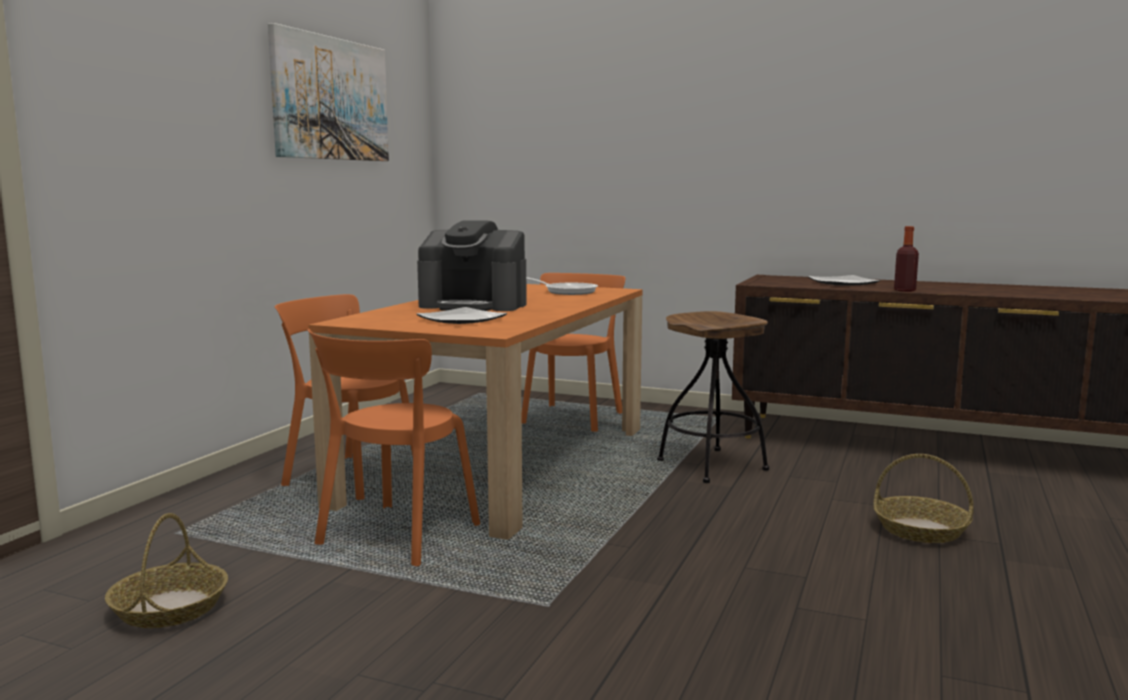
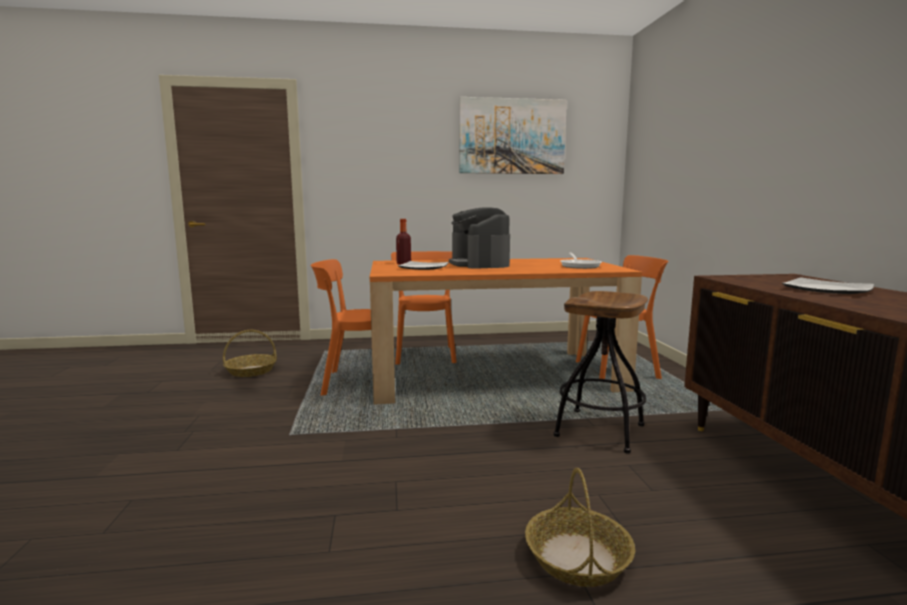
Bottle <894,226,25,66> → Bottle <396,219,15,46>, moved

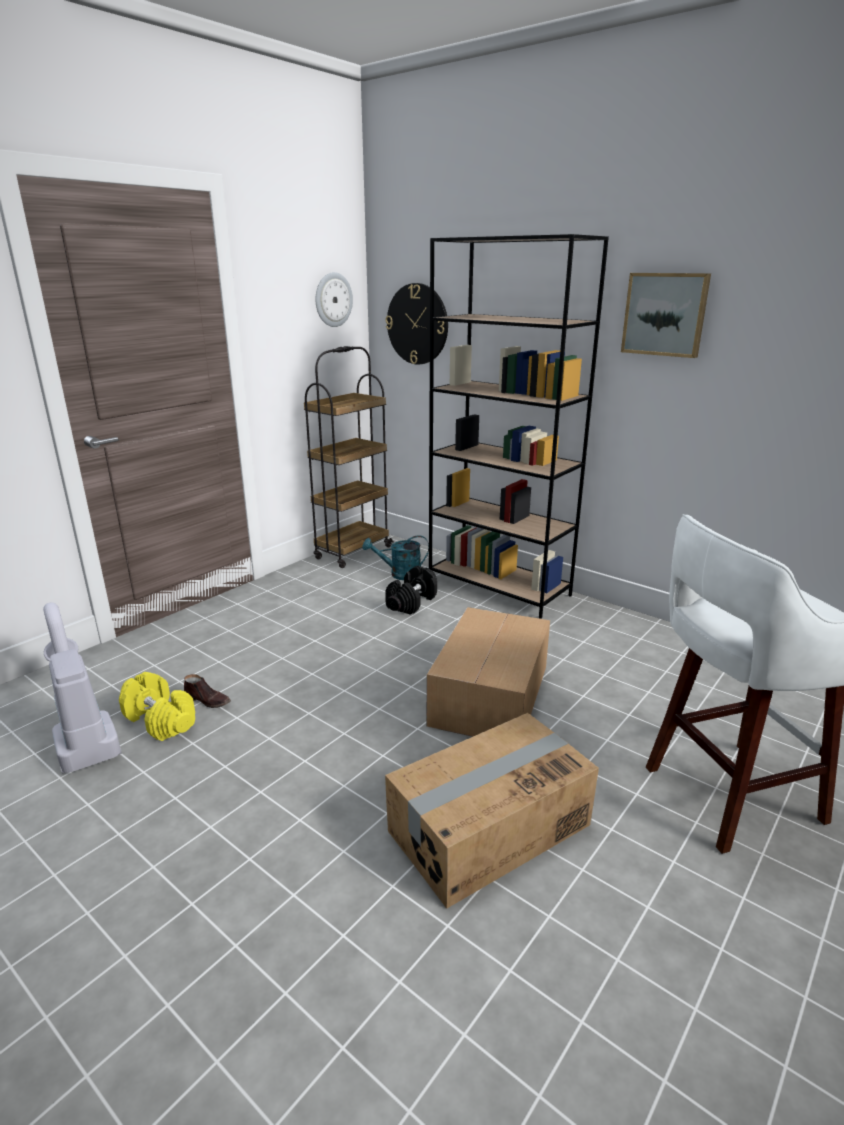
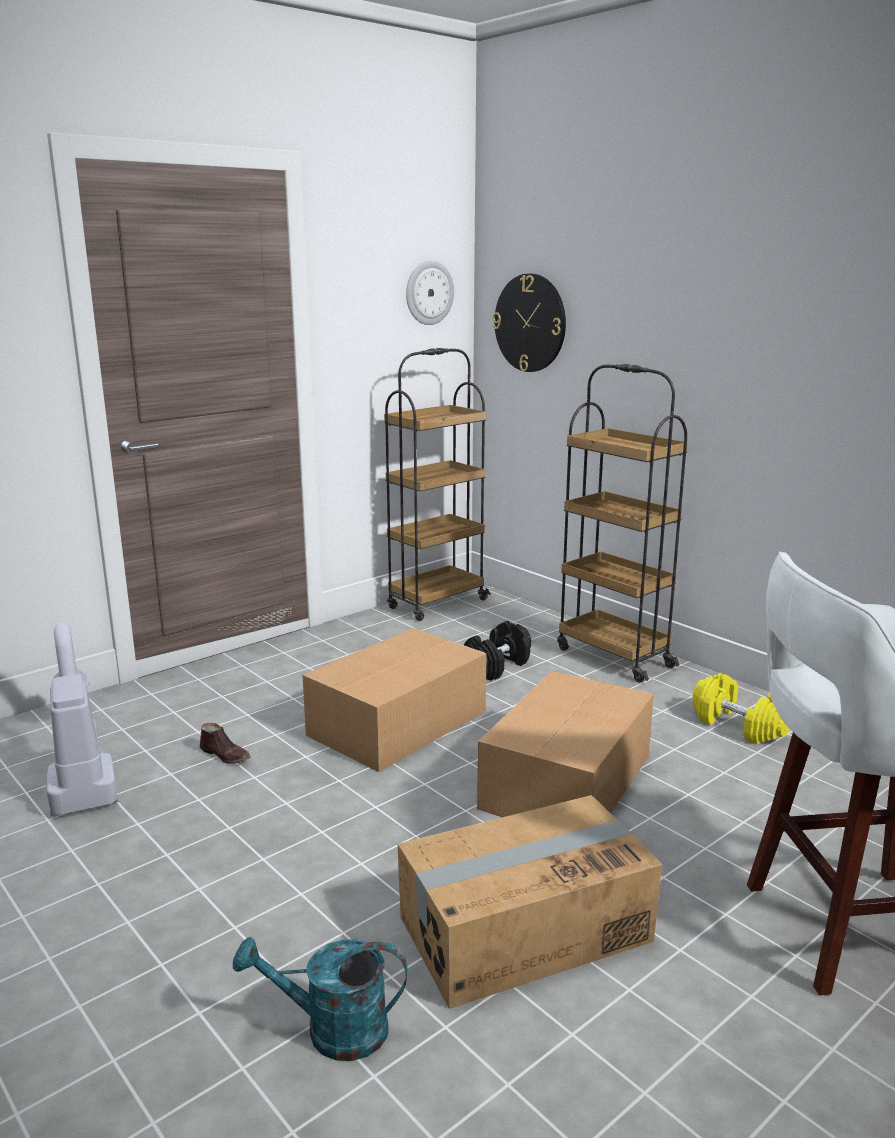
BeigeBookcase <429,234,180,385> → BrownCart <557,364,131,318>
Picture <621,273,90,85> → -
TurquoiseWateringCan <362,535,67,45> → TurquoiseWateringCan <233,937,174,124>, moved
YellowDumbbell <119,672,76,69> → YellowDumbbell <693,673,97,71>, moved
- → CardboardBox <303,628,184,144>

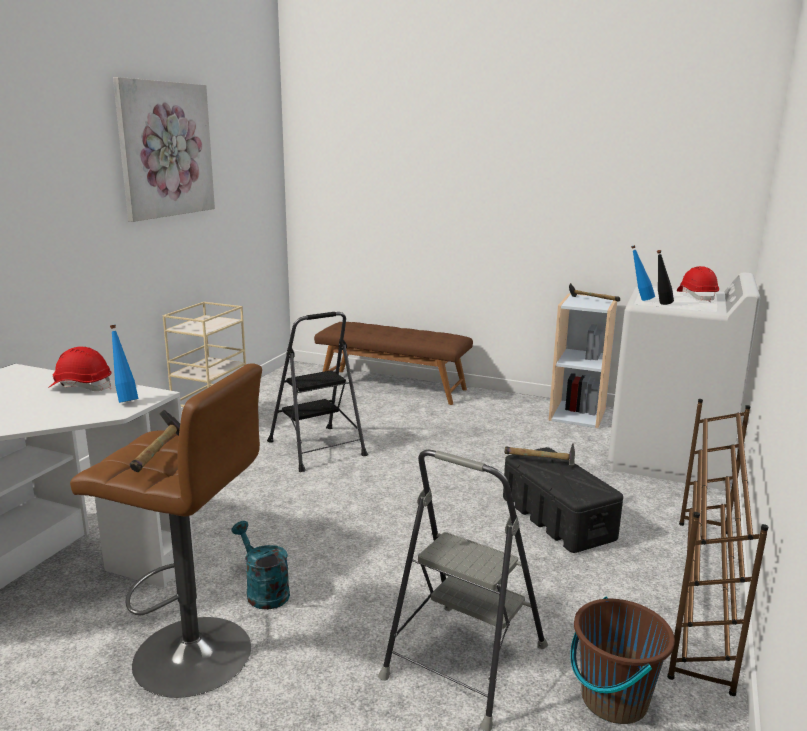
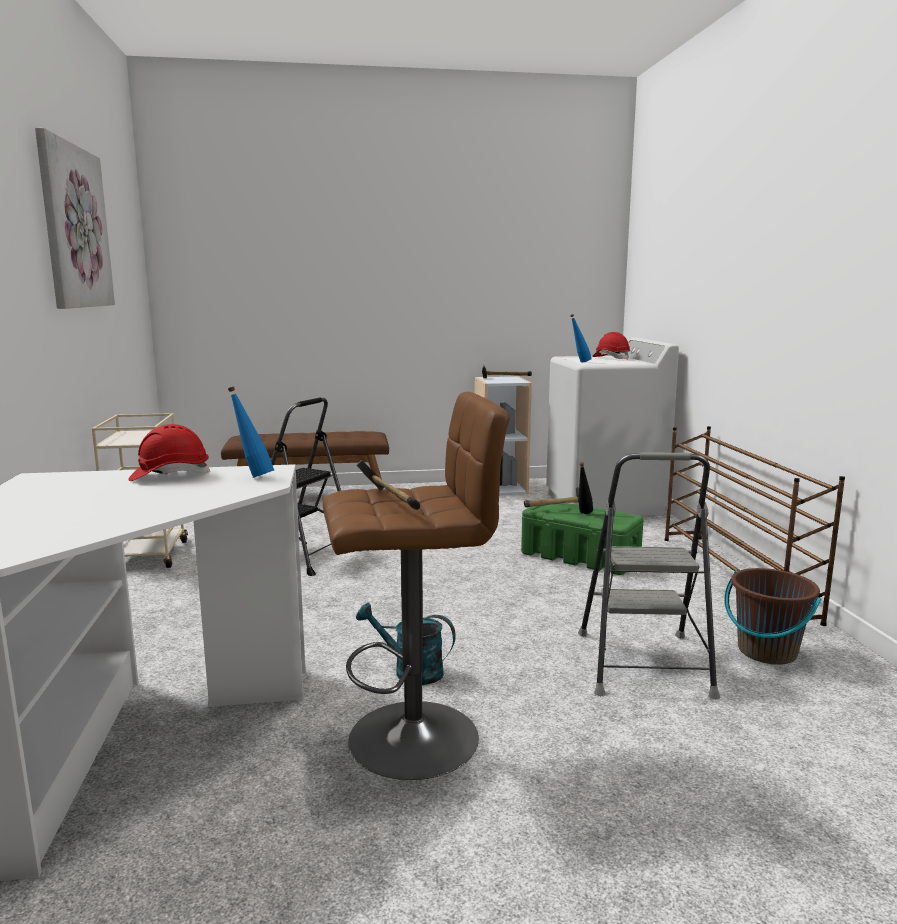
BlackBottle <657,250,17,55> → BlackBottle <578,462,15,52>, moved
BlackStorageBox <503,447,120,106> → GreenStorageBox <521,503,123,72>

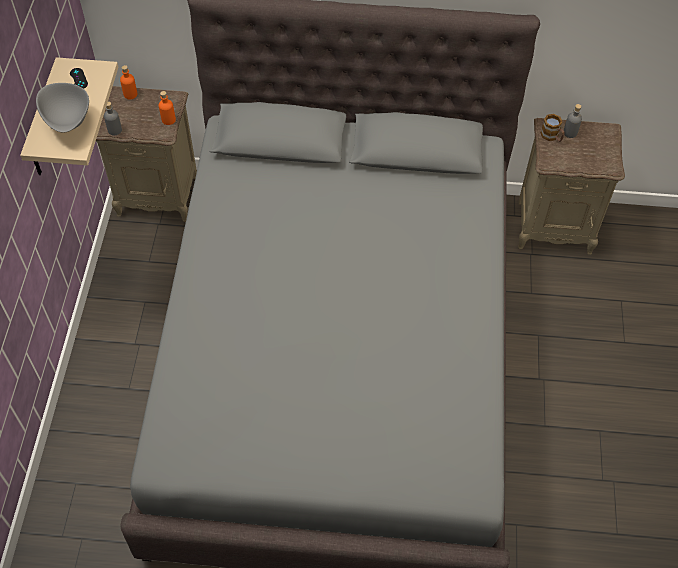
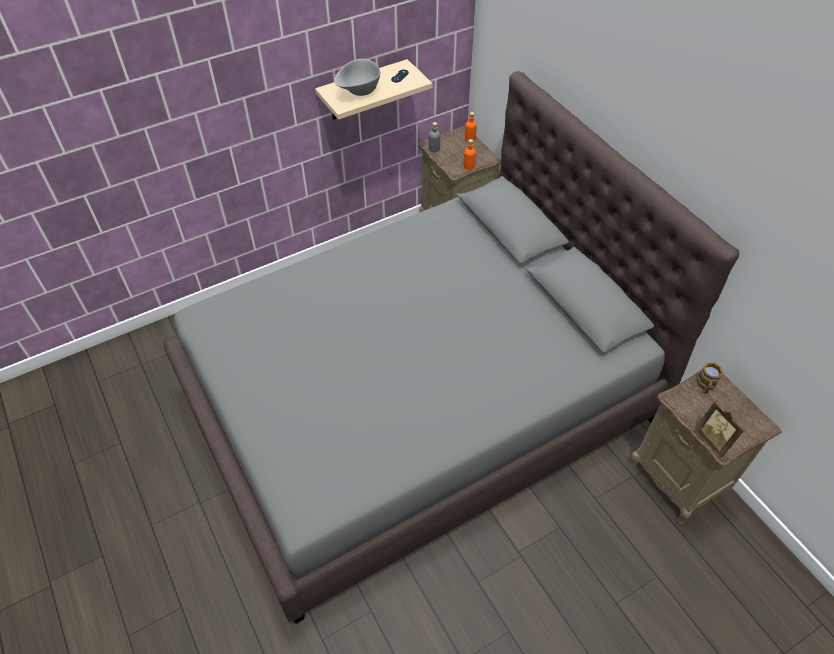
GreyBottle <564,104,18,34> → -
- → PictureFrame <695,401,49,56>

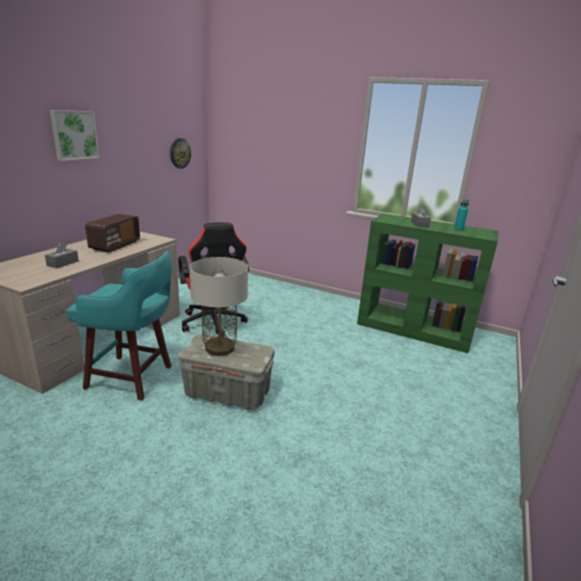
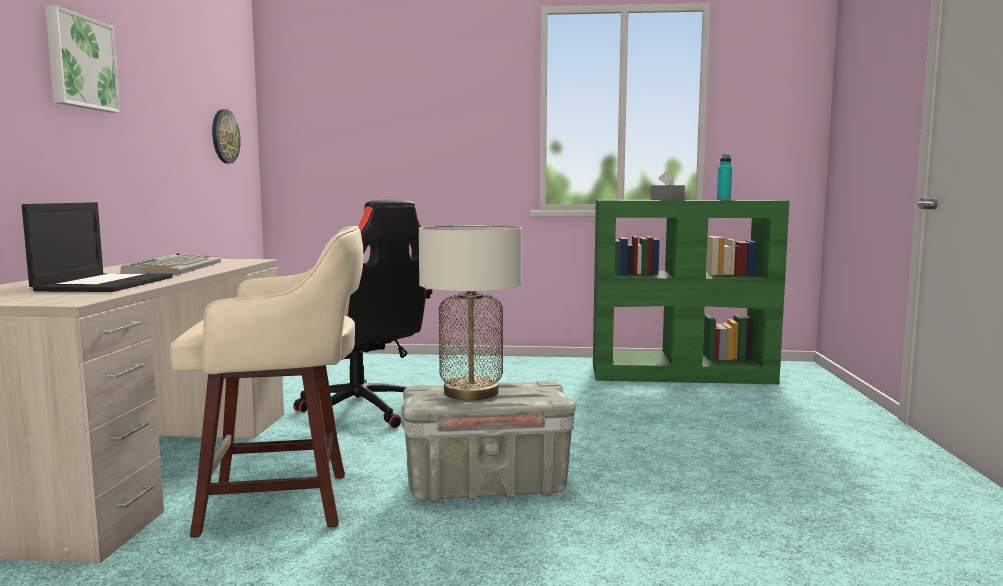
Radio <85,214,55,39> → Keyboard <121,253,100,22>
GreyTissueBox <45,242,34,27> → Laptop <22,202,151,90>
TurquoiseStool <66,251,106,149> → BeigeStool <170,226,193,312>

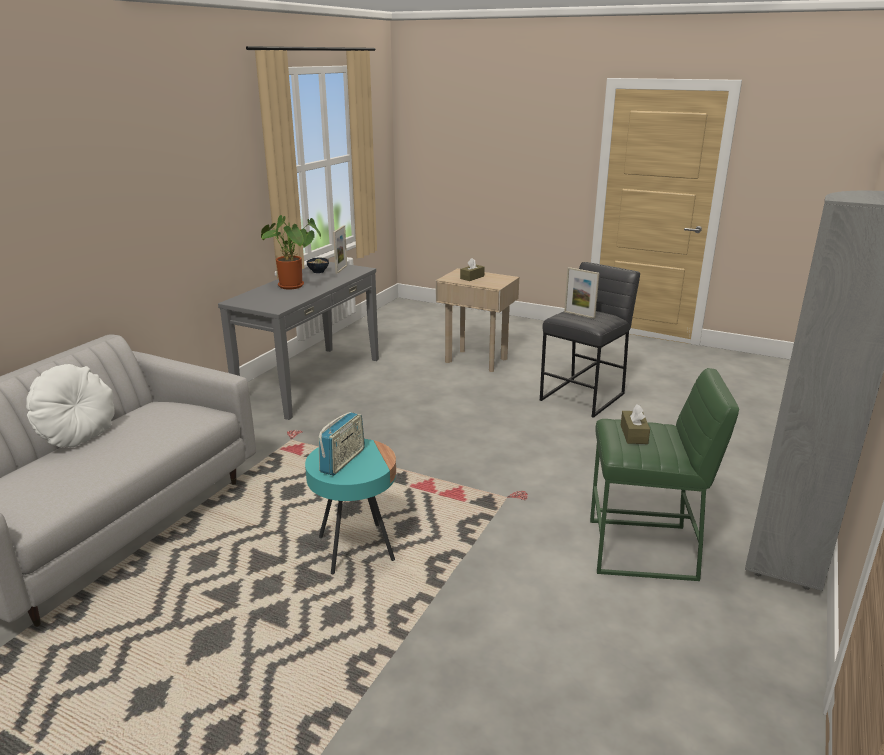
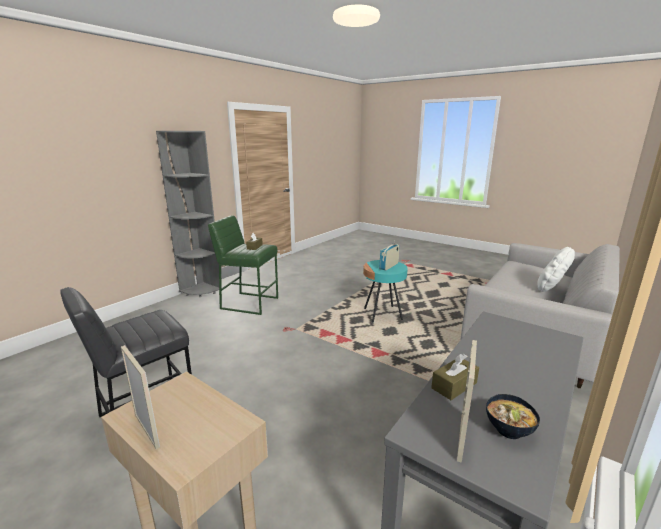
PottedPlant <261,215,60,74> → -
BrownTissueBox <460,258,25,23> → BrownTissueBox <431,354,48,46>, moved
PictureFrame <564,267,36,52> → PictureFrame <121,345,39,104>, moved

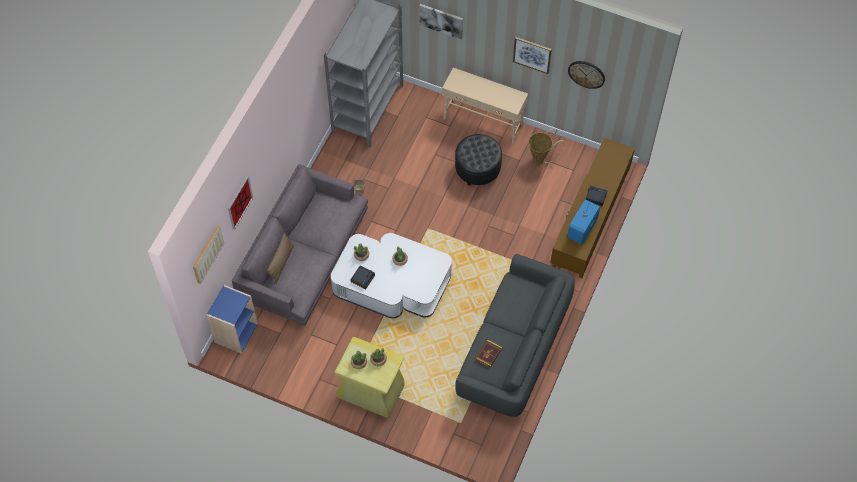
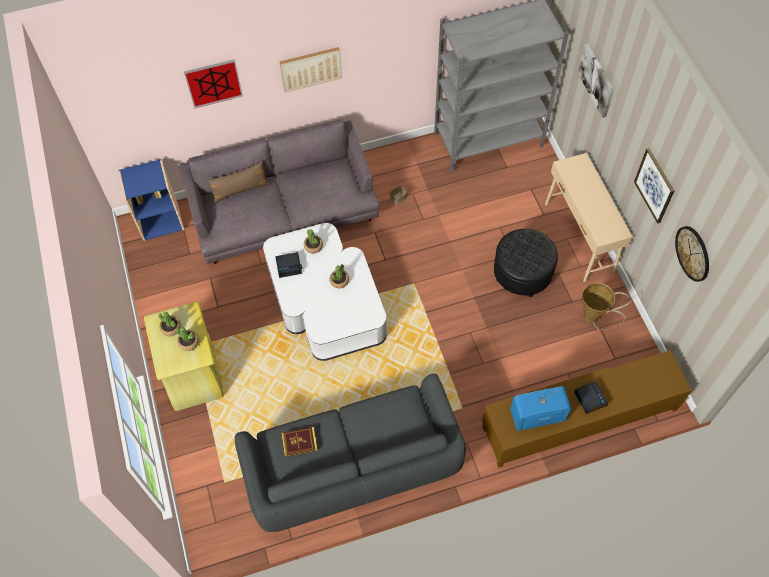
Picture <193,226,31,58> → Picture <280,47,62,46>, moved

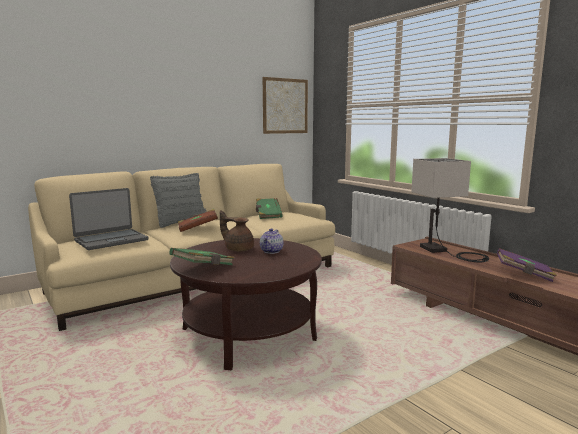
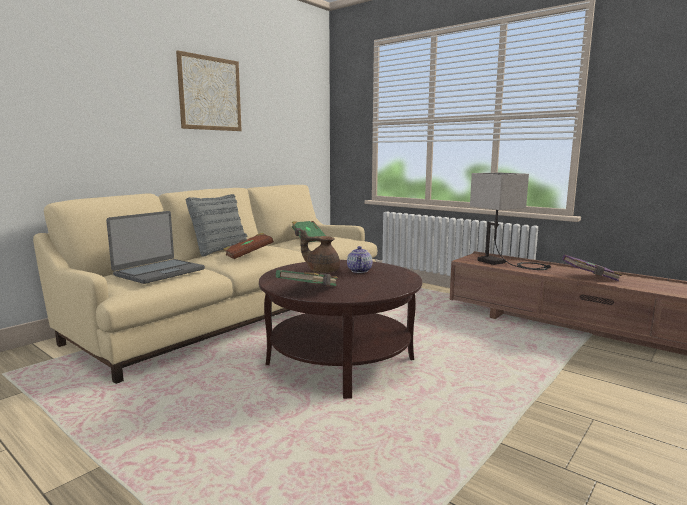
Picture <263,77,45,57> → Picture <176,50,66,81>, moved

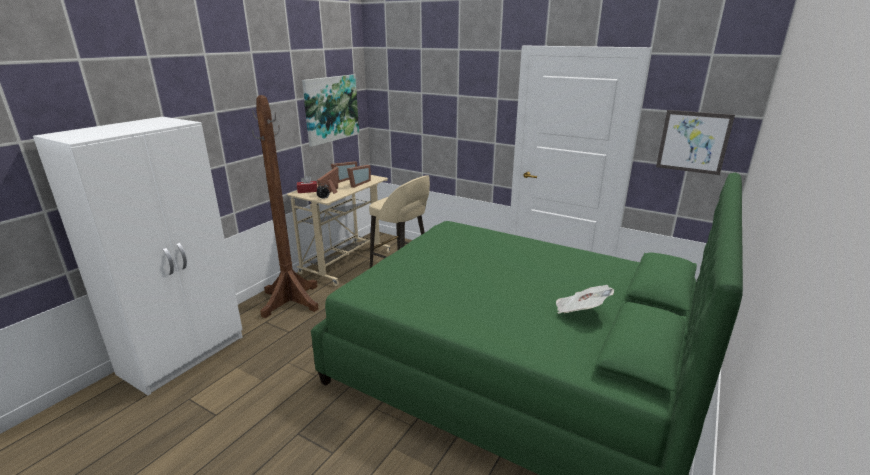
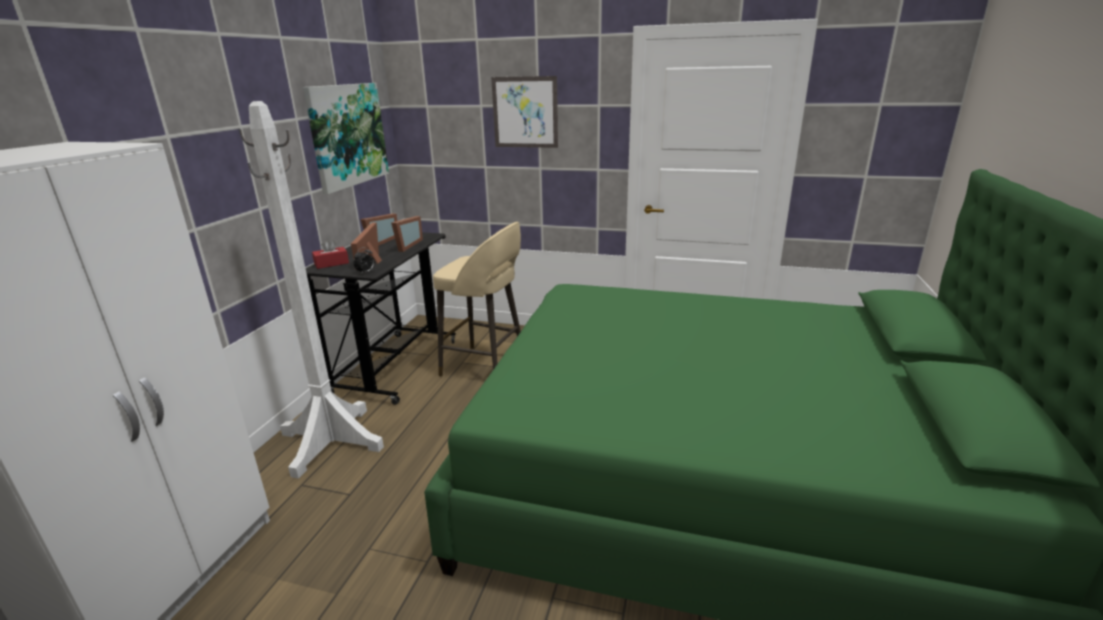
BrownClothesRack <252,95,67,223> → WhiteClothesRack <239,101,145,378>
Picture <656,110,79,65> → Picture <491,76,67,72>, moved
BeigeDesk <287,175,104,111> → BlackDesk <305,232,151,173>
Newspaper <556,285,58,29> → -

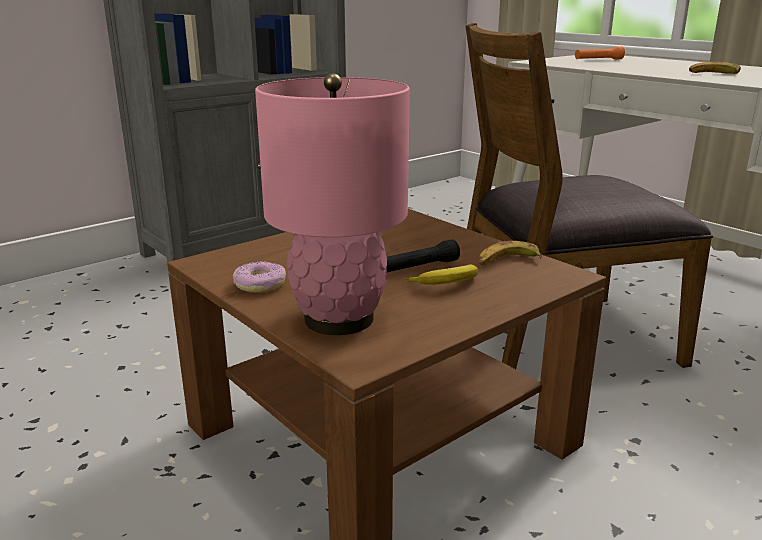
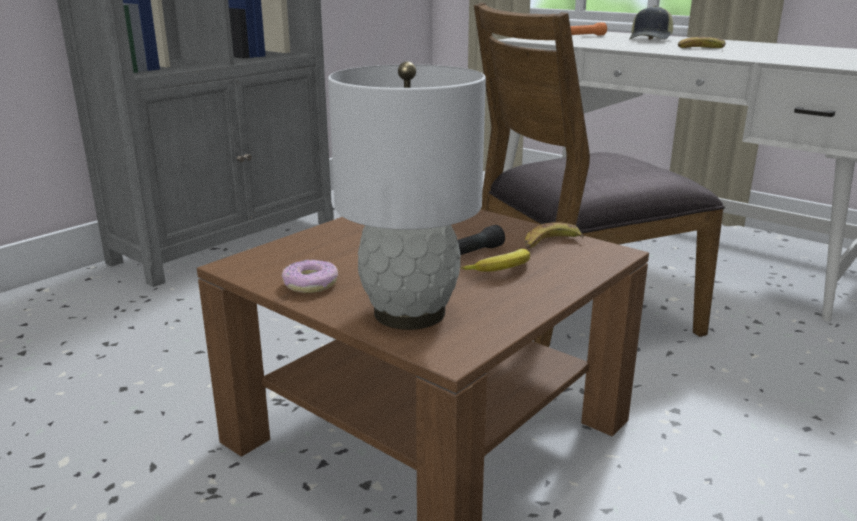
PinkTableLamp <255,73,155,262> → WhiteTableLamp <328,61,158,269>
- → Cap <629,5,44,35>

